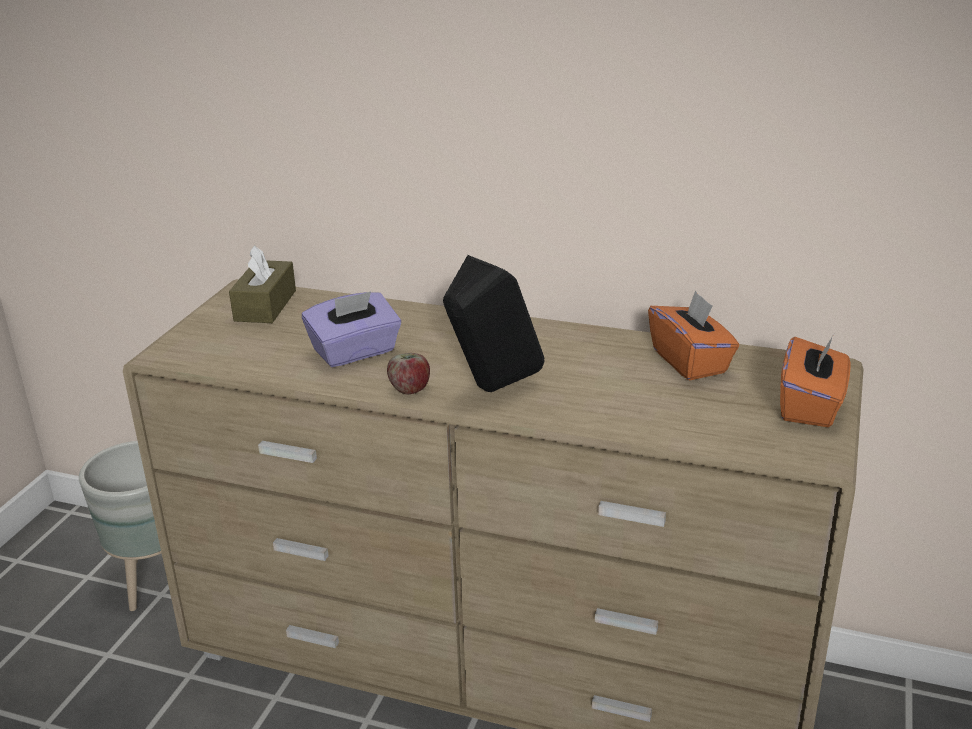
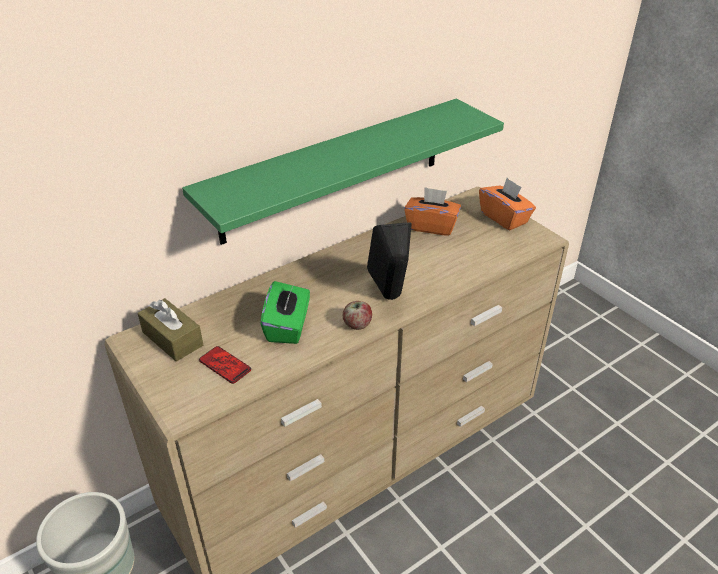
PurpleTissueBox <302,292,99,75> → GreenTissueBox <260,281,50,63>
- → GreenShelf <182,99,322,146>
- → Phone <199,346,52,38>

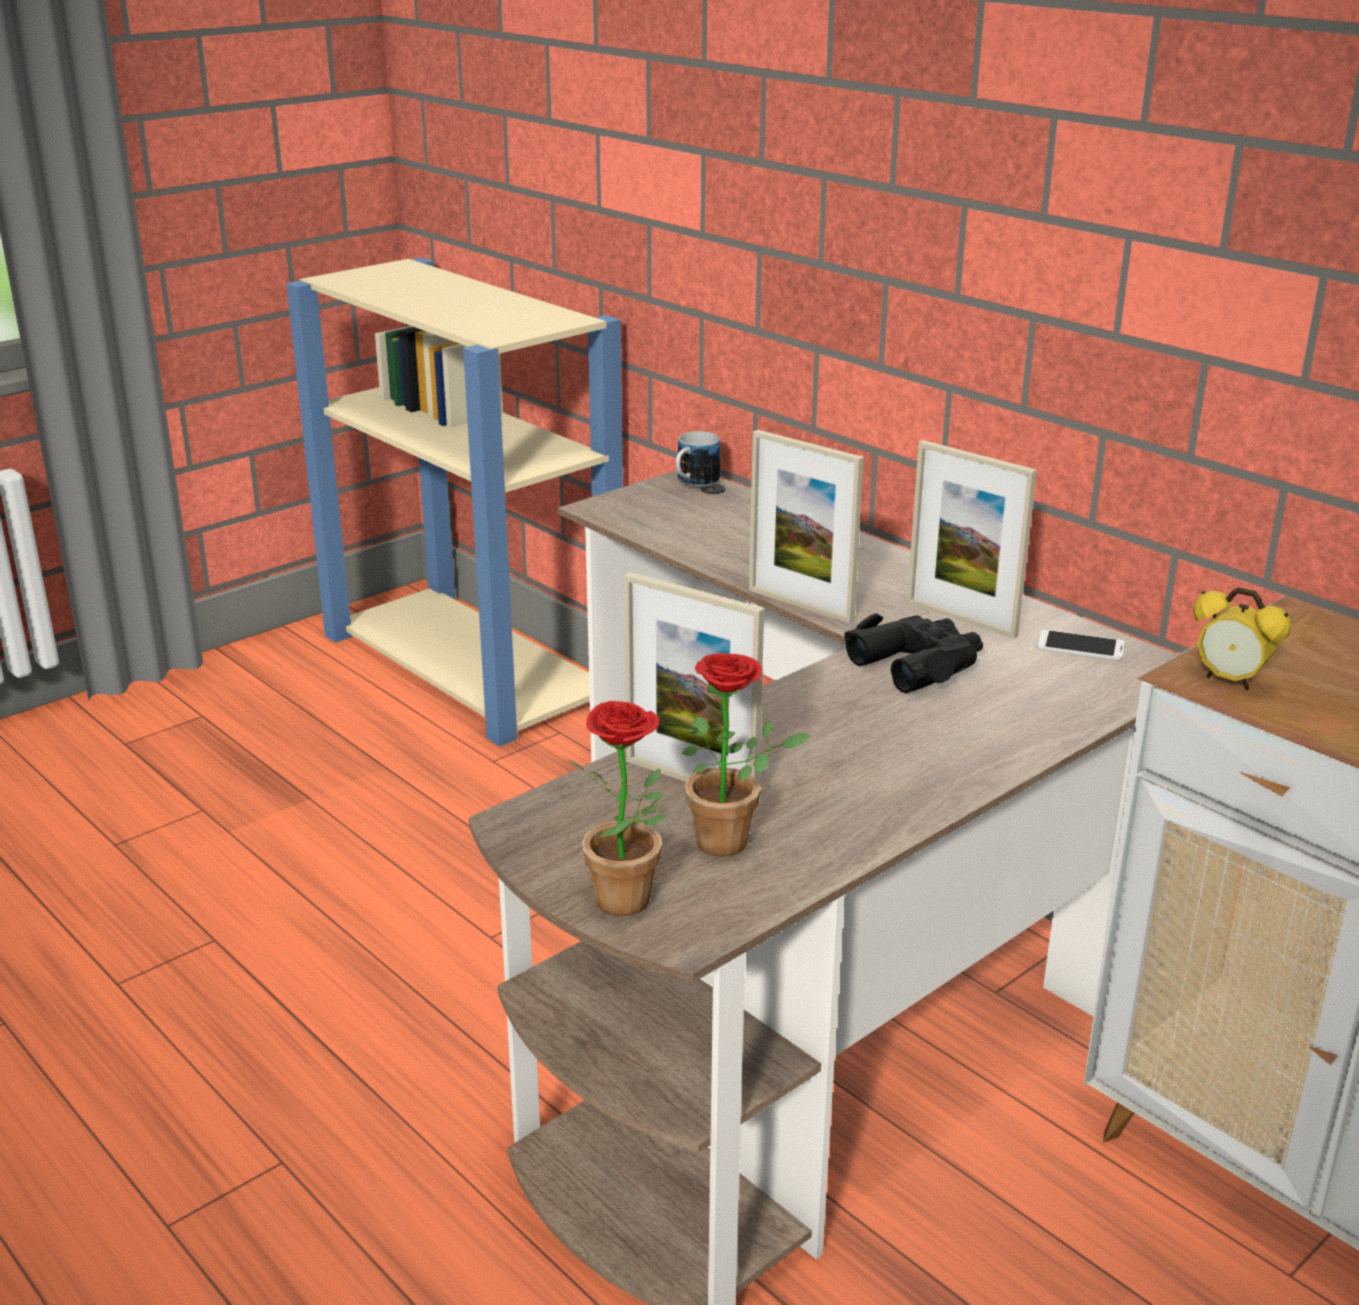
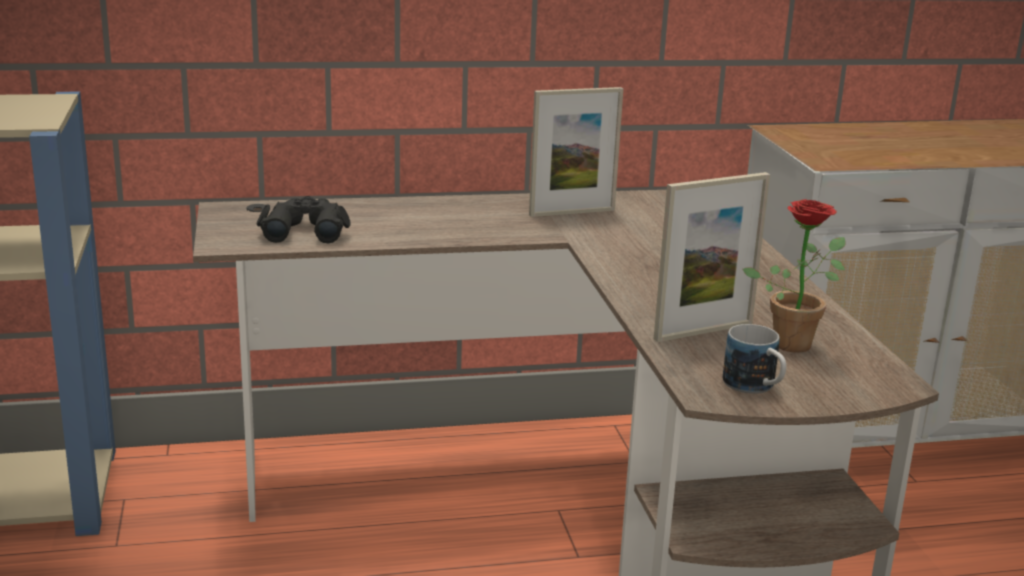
PictureFrame <749,430,115,193> → -
Mug <676,431,44,56> → Mug <723,324,63,70>, moved
AlarmClock <1193,587,98,103> → -
BlackBinoculars <844,613,139,81> → BlackBinoculars <257,196,94,47>, moved
Phone <1036,629,89,31> → -
PottedPlant <569,701,98,215> → -

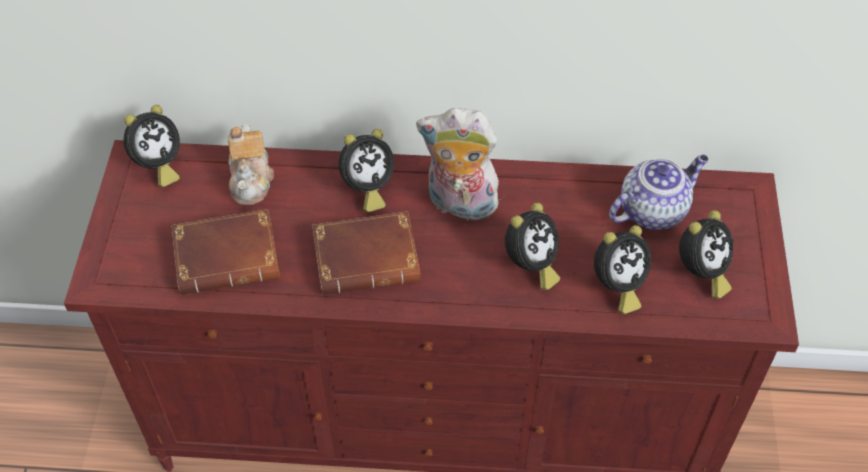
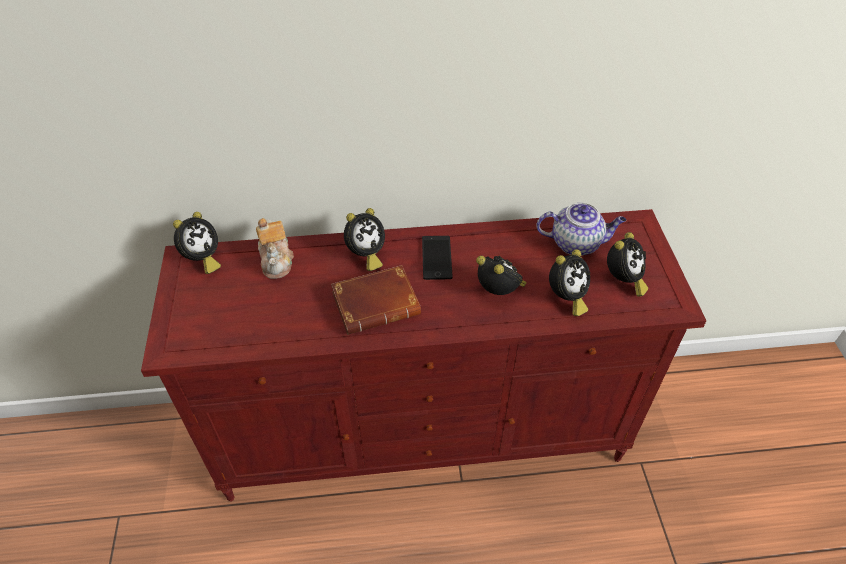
PlushToy <416,108,83,117> → Phone <422,236,31,44>
Teapot <609,155,99,75> → Teapot <536,203,90,53>, 45 degrees clockwise
AlarmClock <505,203,55,87> → AlarmClock <476,256,51,39>, 75 degrees counterclockwise
BrownBook <171,209,109,86> → -

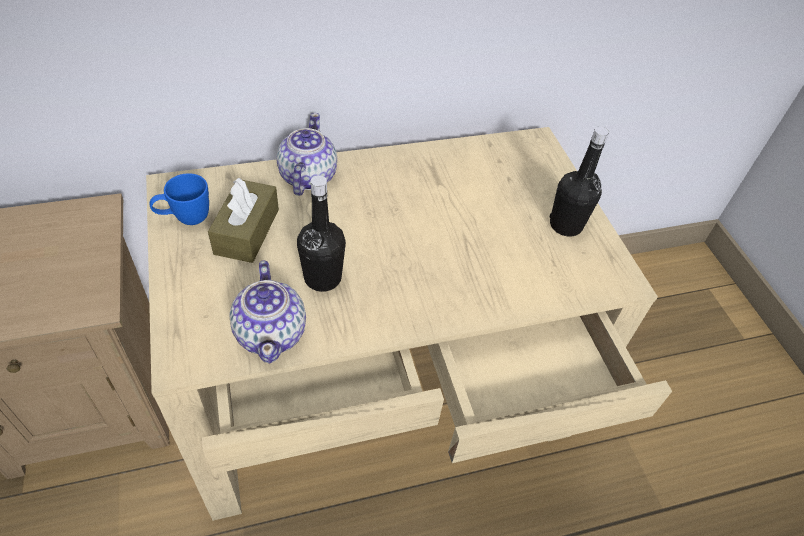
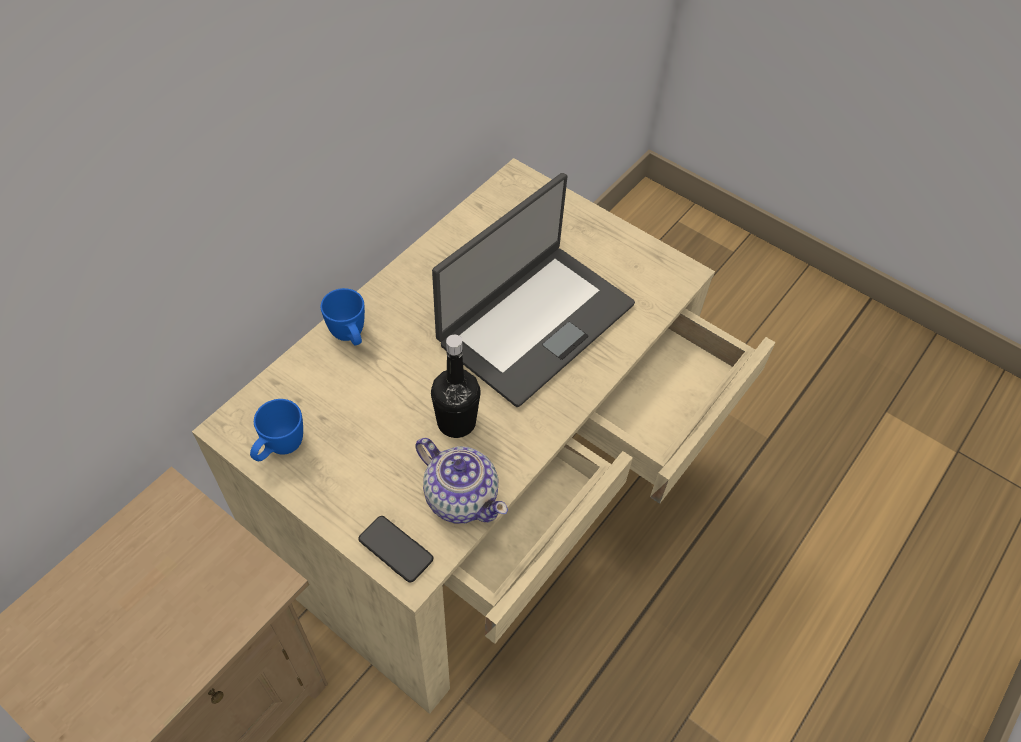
Teapot <277,113,60,83> → BlueMug <321,288,44,57>
BlackBottle <549,126,60,111> → -
BrownTissueBox <208,178,71,85> → -
- → Laptop <432,173,203,235>
- → Phone <358,516,75,67>

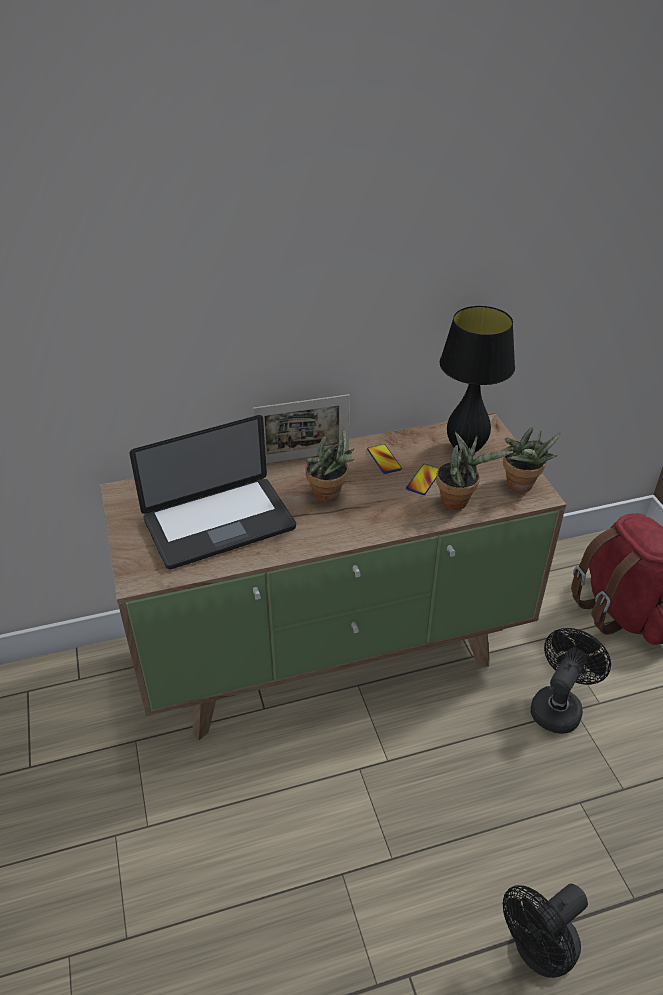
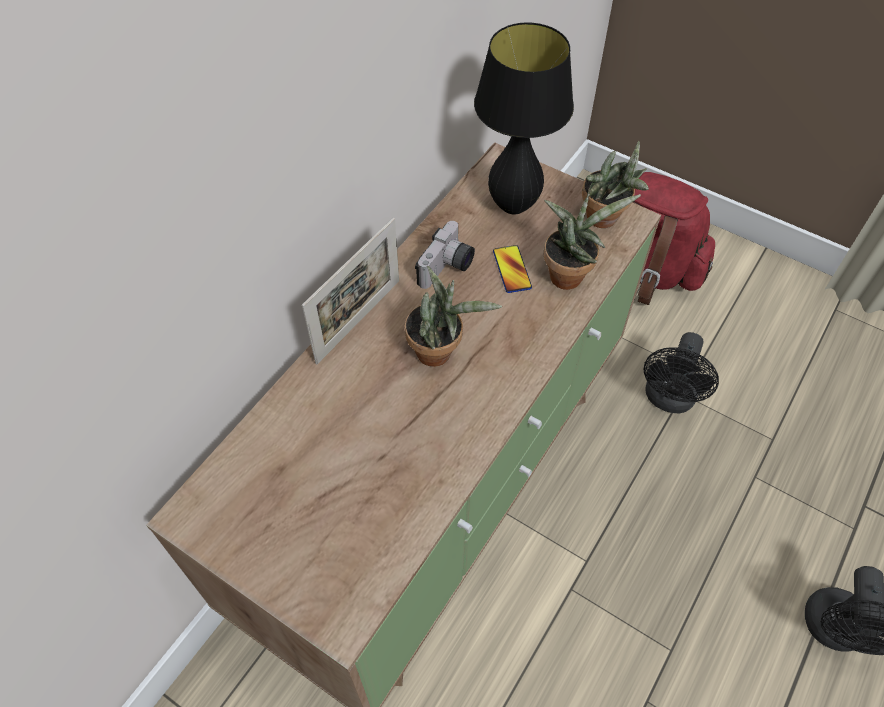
Laptop <130,415,166,154> → -
Phone <367,444,35,30> → PhotoCamera <415,221,60,68>
BlackFan <530,628,81,106> → BlackFan <644,332,75,81>, 150 degrees counterclockwise

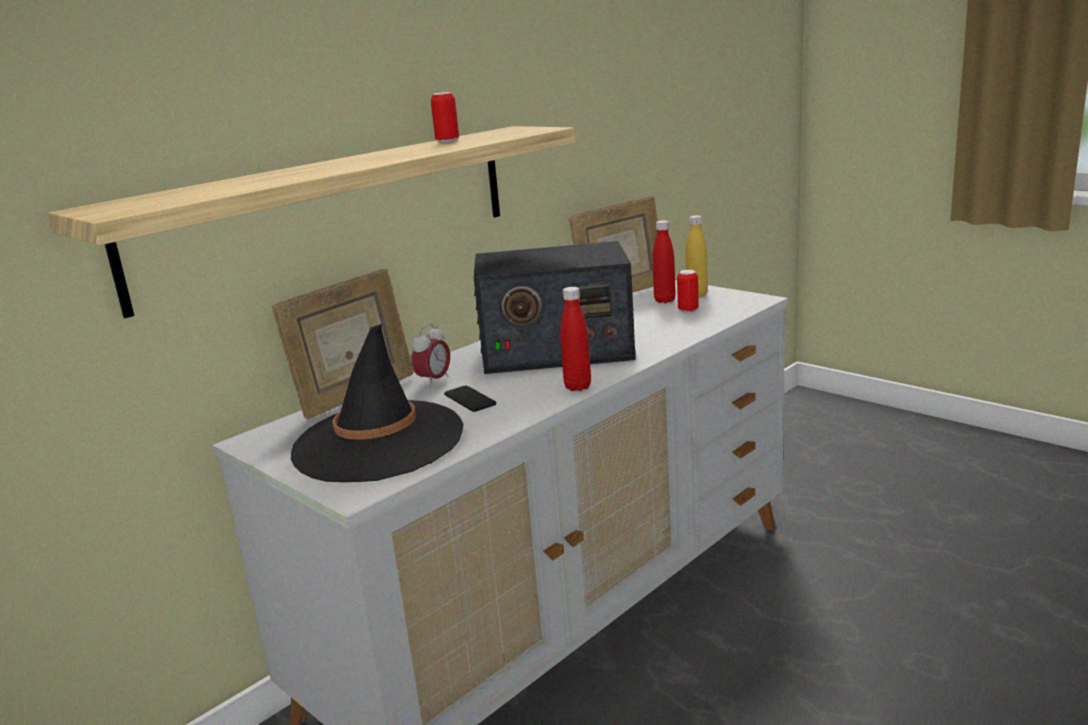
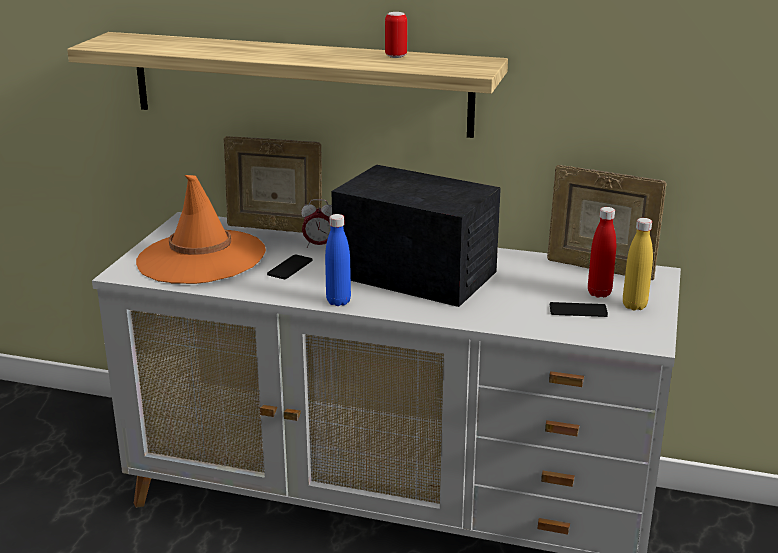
Radio <474,241,162,133> → Radio <331,164,170,143>, 150 degrees clockwise
Can <677,270,22,43> → Phone <550,302,58,15>
RedBottle <560,287,31,104> → BlueBottle <325,214,26,92>
BlackHat <291,324,173,158> → OrangeHat <136,175,130,109>

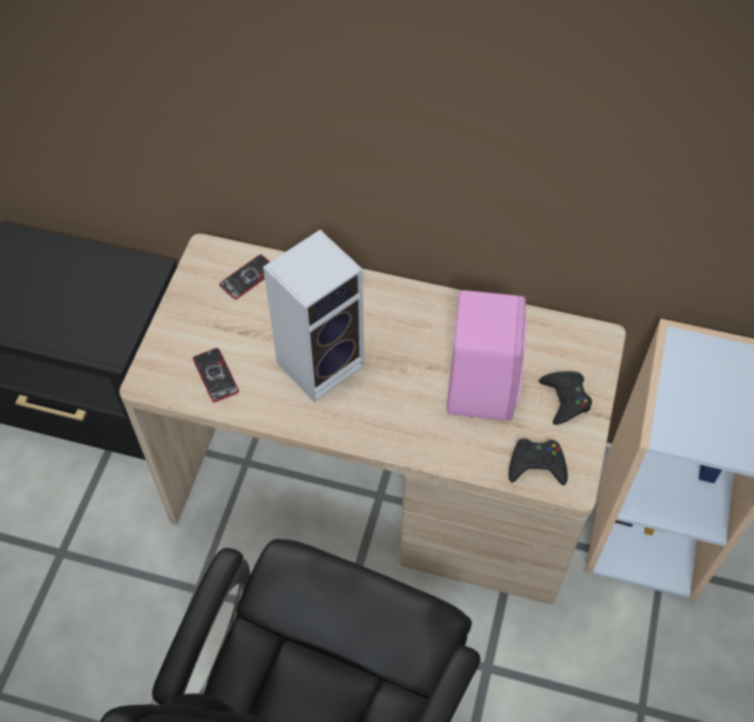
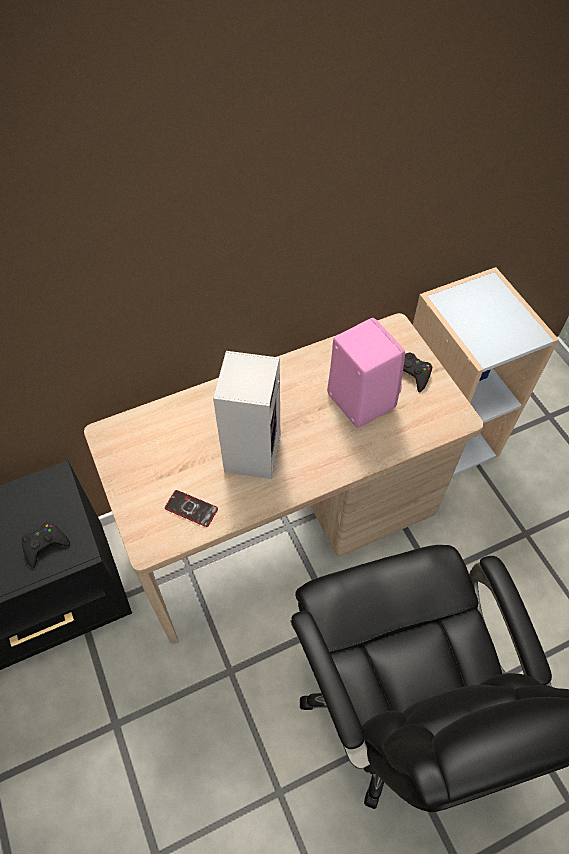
Phone <219,255,51,44> → -
BlackGameController <508,439,60,46> → BlackGameController <21,522,49,46>, moved

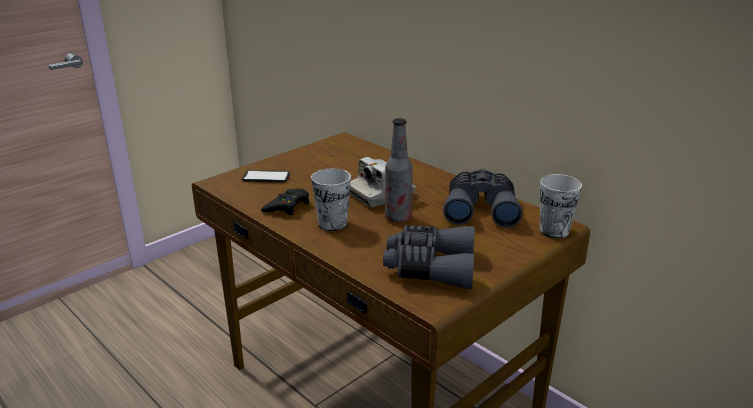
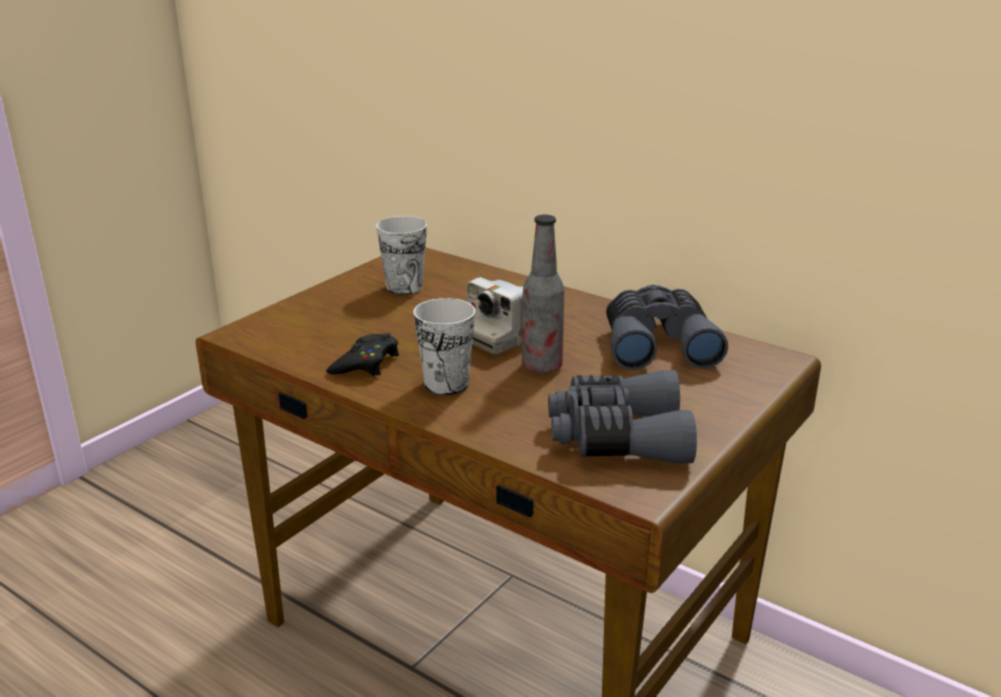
Phone <242,170,48,13> → -
Cup <540,174,42,64> → Cup <376,216,51,79>, moved

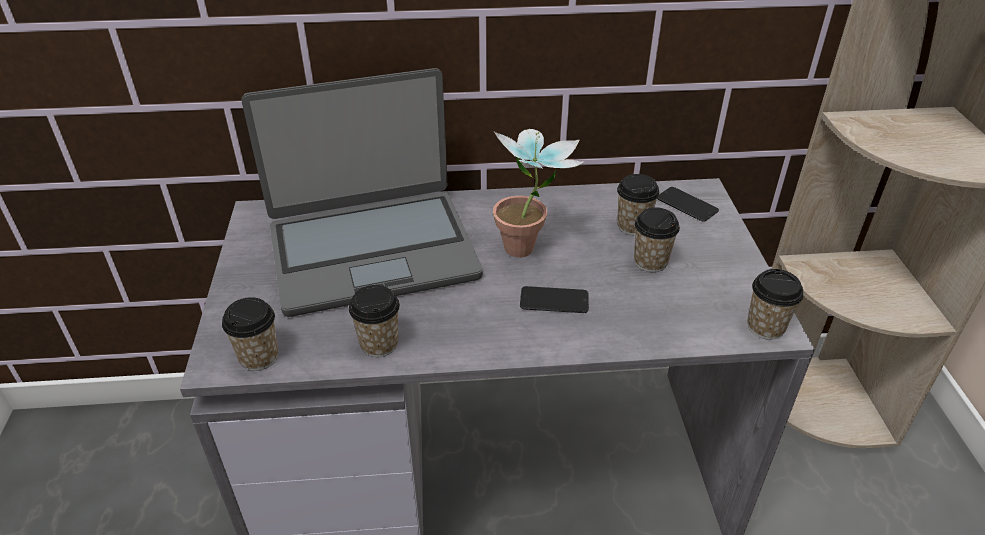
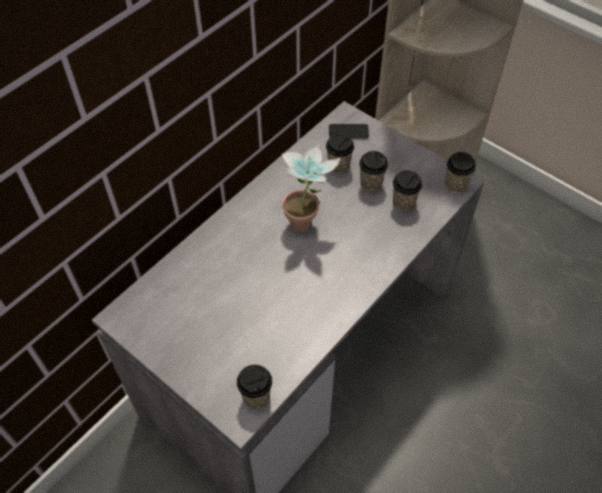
Laptop <241,68,242,249> → -
Cup <349,285,51,72> → Cup <393,170,29,41>, moved
Phone <520,286,69,27> → -

